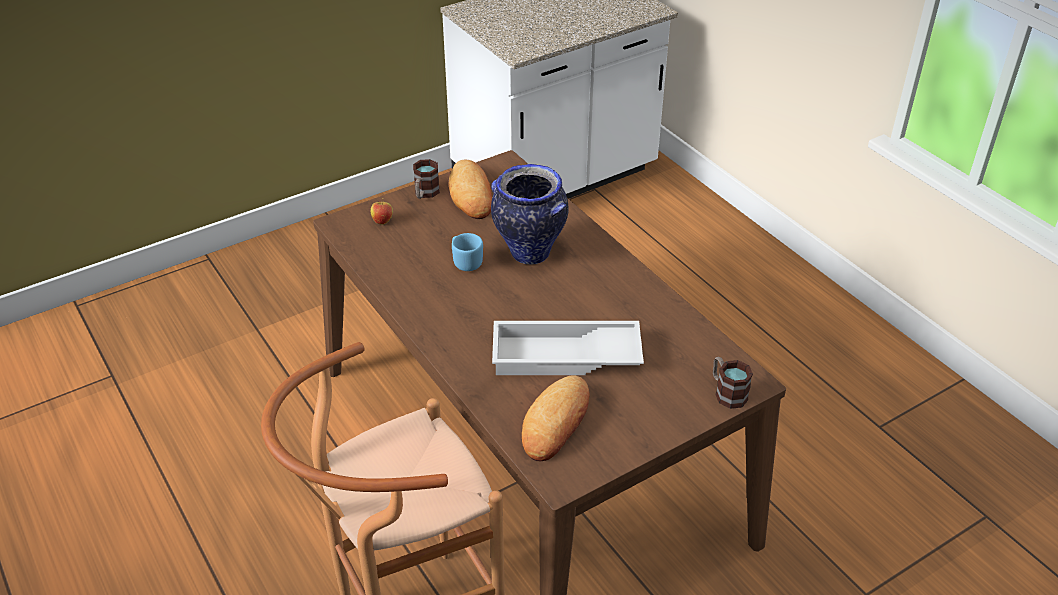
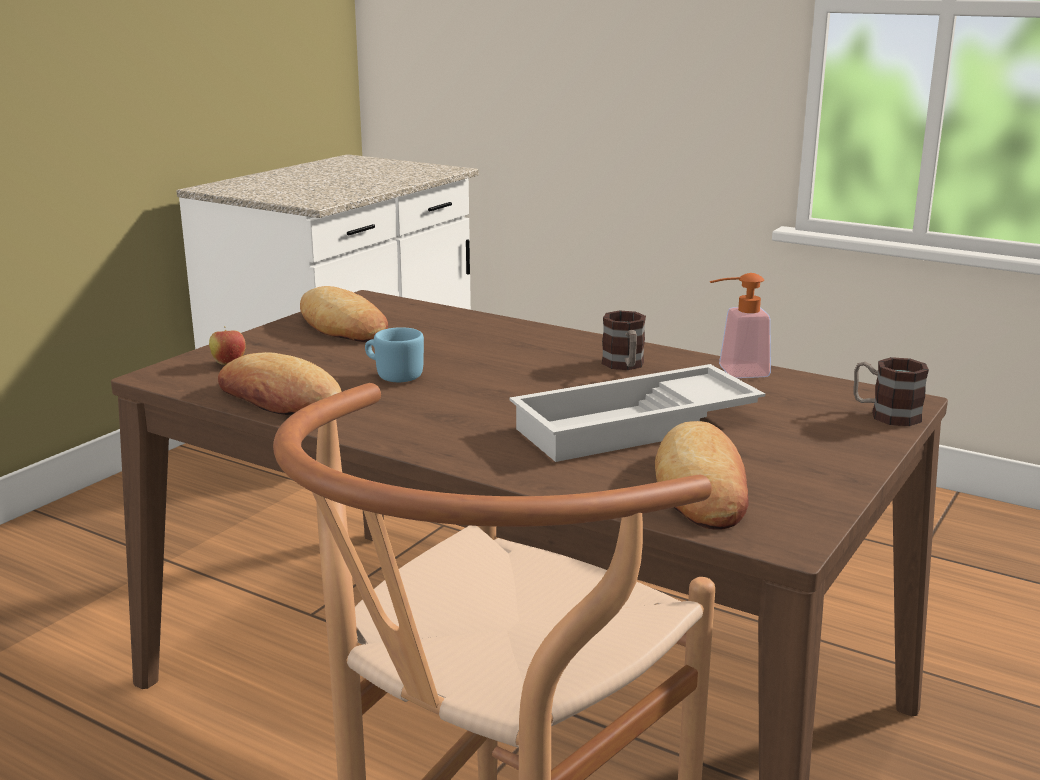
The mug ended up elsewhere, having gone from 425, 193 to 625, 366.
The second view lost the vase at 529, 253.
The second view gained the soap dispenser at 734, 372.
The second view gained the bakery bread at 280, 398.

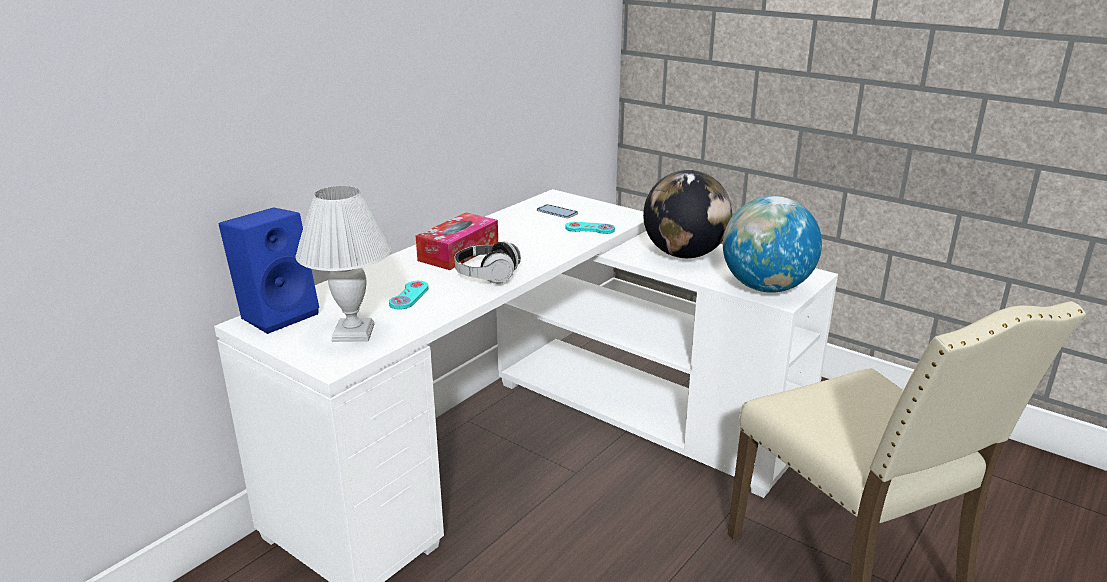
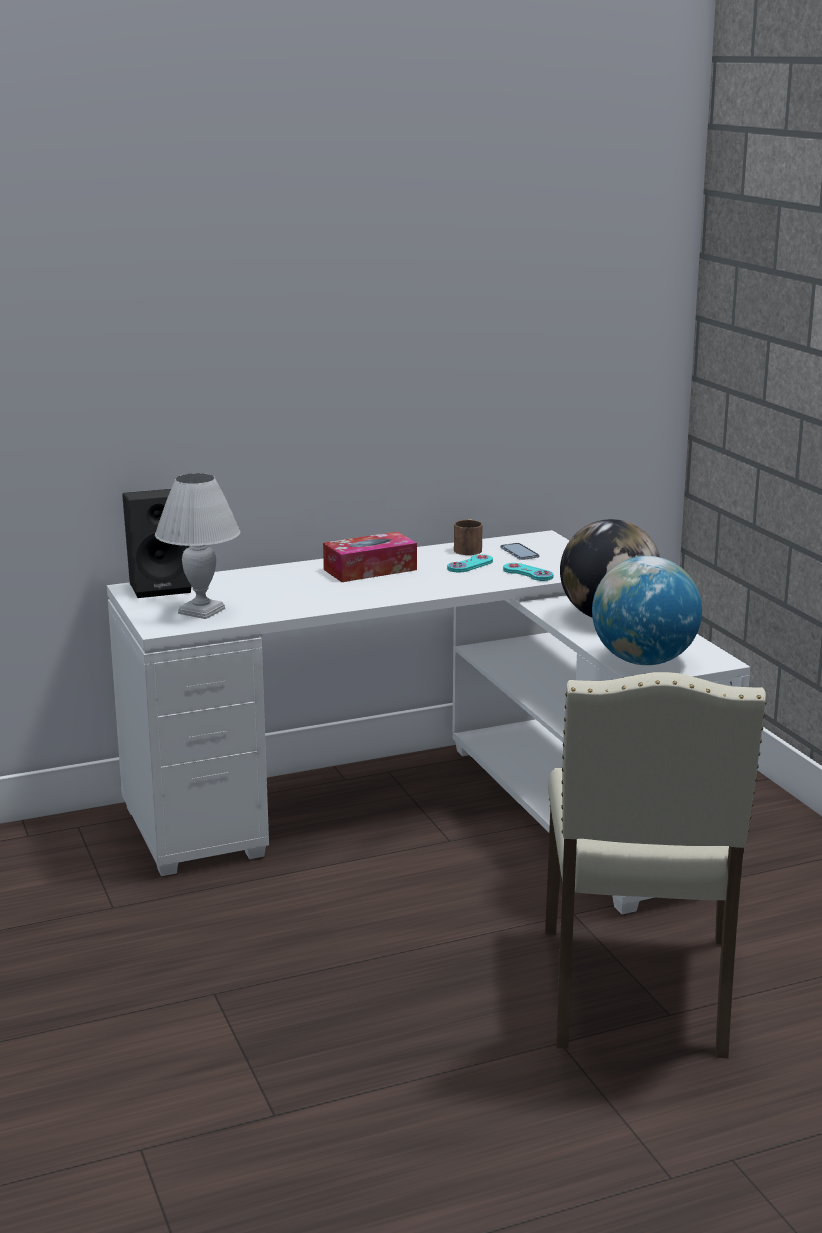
What was the loudspeaker in blue-coloured at 278, 314 turned into the loudspeaker in black at 161, 587.
The second view lost the headset at 487, 276.
The gamepad in blue-green ended up elsewhere, having gone from 409, 296 to 470, 565.
The second view gained the mug in brownish at 468, 548.

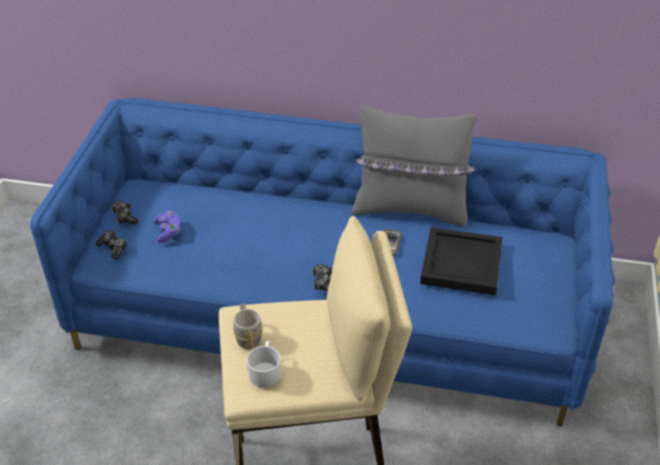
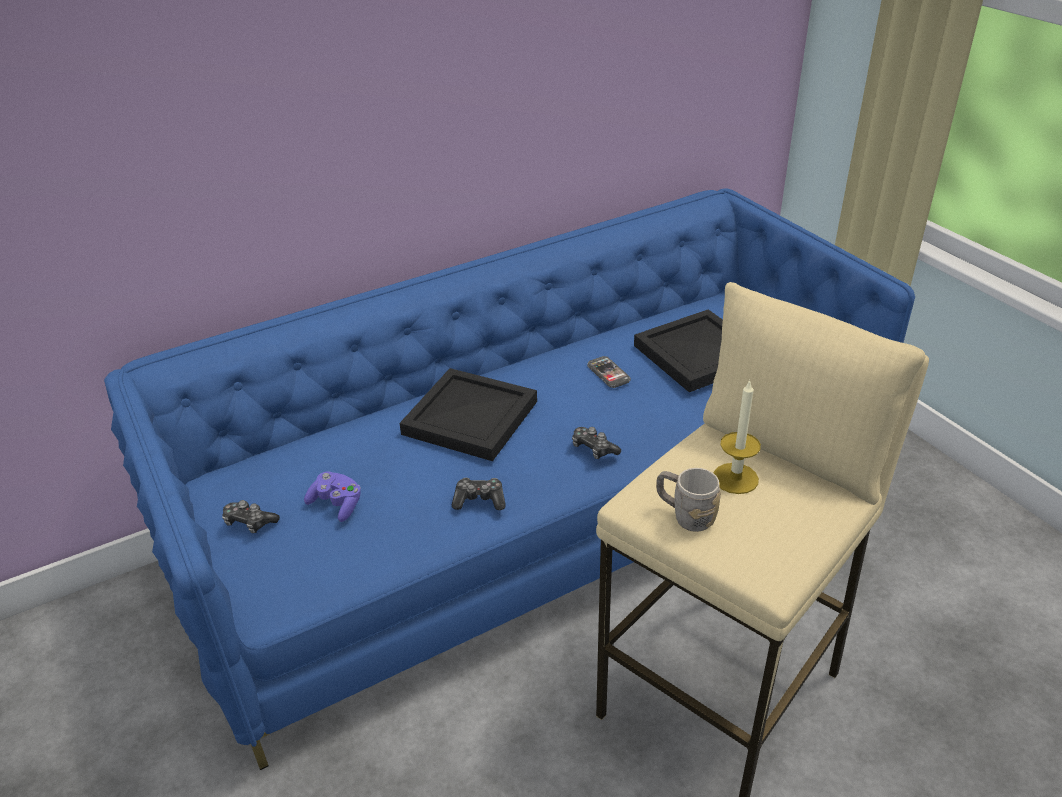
The second view lost the pillow in greyish at 410, 209.
The gamepad ended up elsewhere, having gone from 113, 248 to 479, 500.
The second view lost the mug in whitish at 265, 371.
The second view gained the tray in black at 471, 419.
The second view gained the wax candle at 735, 478.

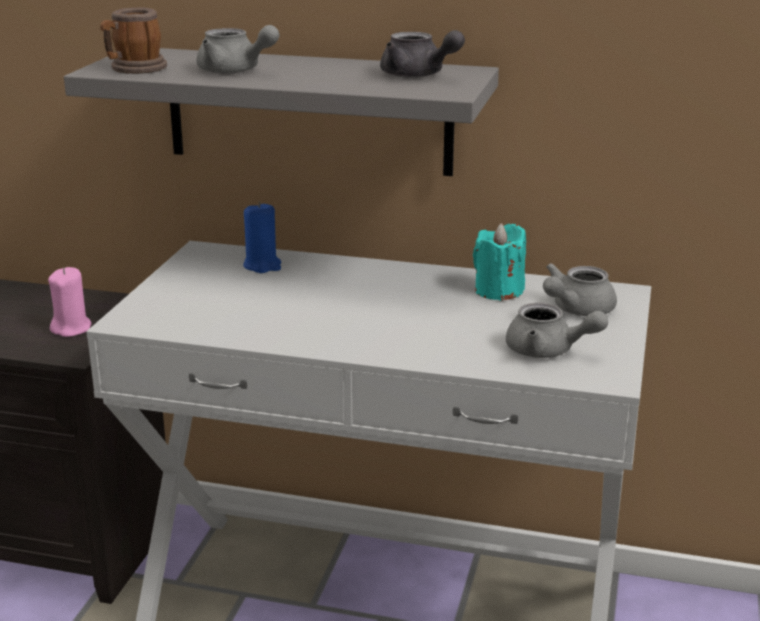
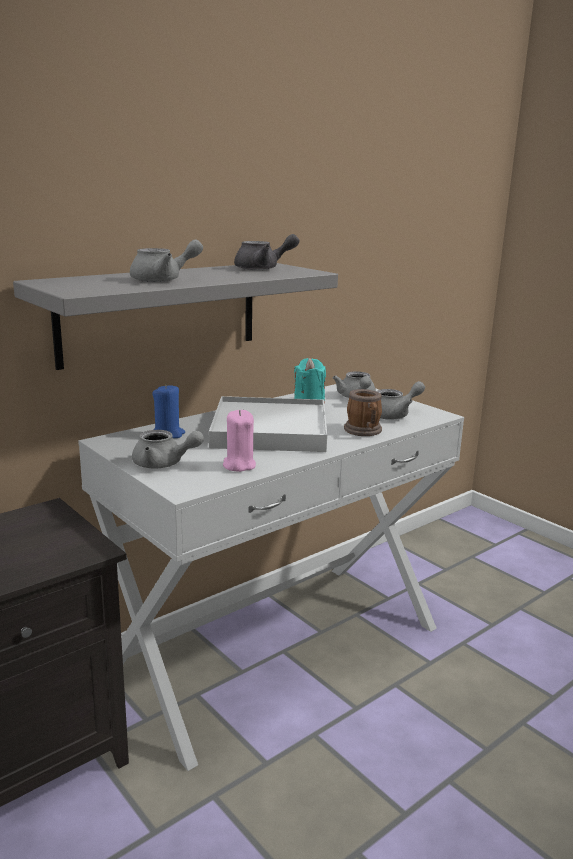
The mug ended up elsewhere, having gone from 134, 69 to 364, 431.
The wax candle in pink ended up elsewhere, having gone from 72, 329 to 239, 465.
The second view gained the tray in whitish at 270, 430.
The second view gained the teapot in greyish at 164, 464.

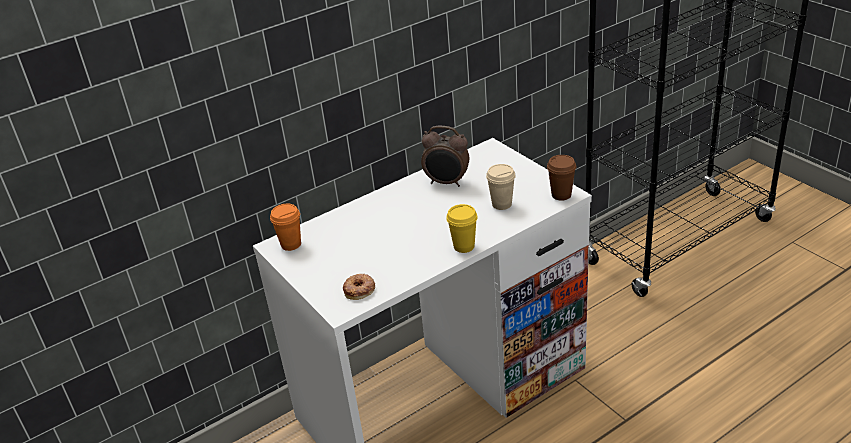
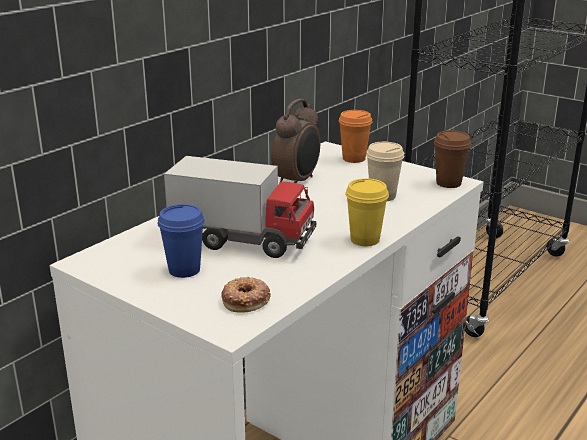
The bedside clock at 447, 183 ended up facing another way, 60 degrees counterclockwise from before.
The cup in orange ended up elsewhere, having gone from 291, 244 to 354, 159.
The second view gained the model truck at 243, 241.
The second view gained the cup in blue-coloured at 184, 270.

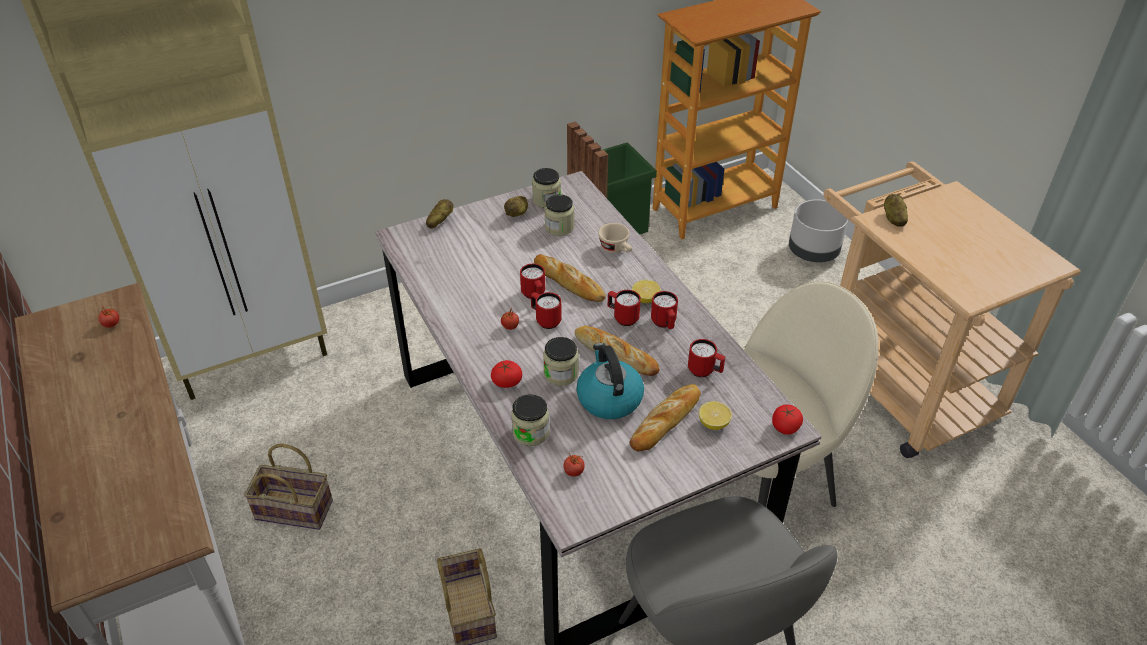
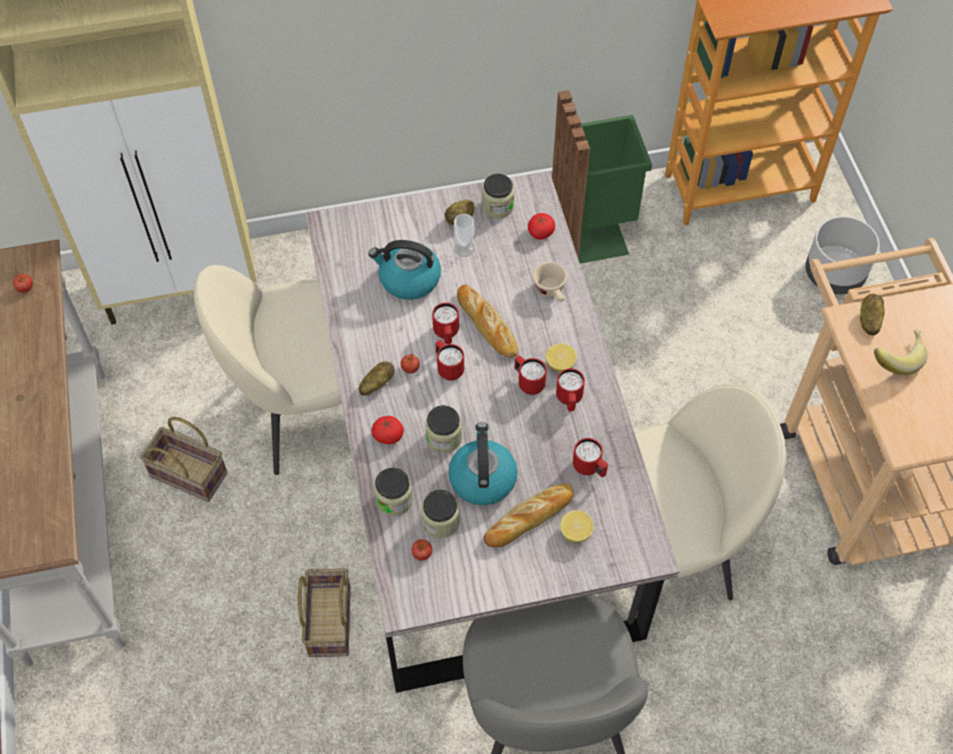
The storage jar ended up elsewhere, having gone from 559, 227 to 441, 522.
The potato ended up elsewhere, having gone from 439, 221 to 376, 384.
The second view lost the bakery bread at 616, 354.
The tomato ended up elsewhere, having gone from 785, 427 to 540, 232.
The second view gained the cup at 464, 248.
The second view gained the water kettle at 408, 279.
The second view gained the upright chair in beige at 305, 410.
The second view gained the whole banana at 895, 358.

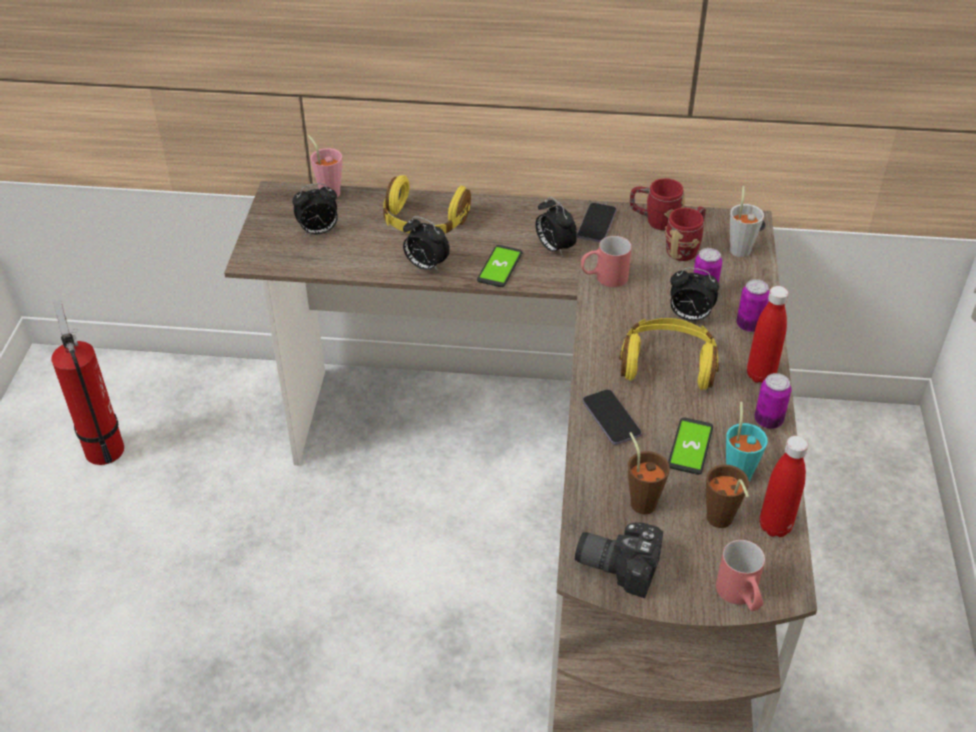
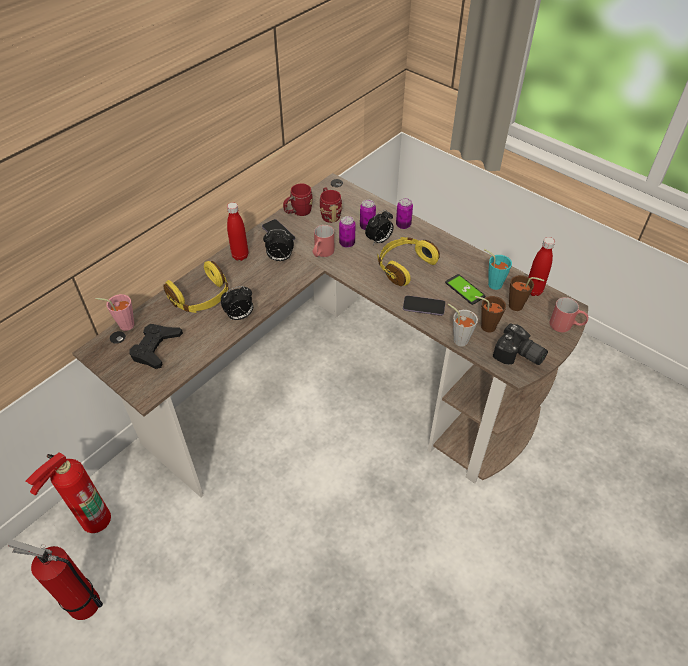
Where the bedside clock stood at 318, 232, the gamepad in black came to stand at 156, 348.
The cup in greyish ended up elsewhere, having gone from 740, 247 to 458, 338.
The second view lost the phone at 500, 267.
The drink bottle in reddish ended up elsewhere, having gone from 760, 375 to 240, 256.
The metal can ended up elsewhere, having gone from 768, 420 to 347, 243.
The photo camera at 618, 563 ended up facing another way, 105 degrees counterclockwise from before.
The second view gained the extinguisher at 92, 520.

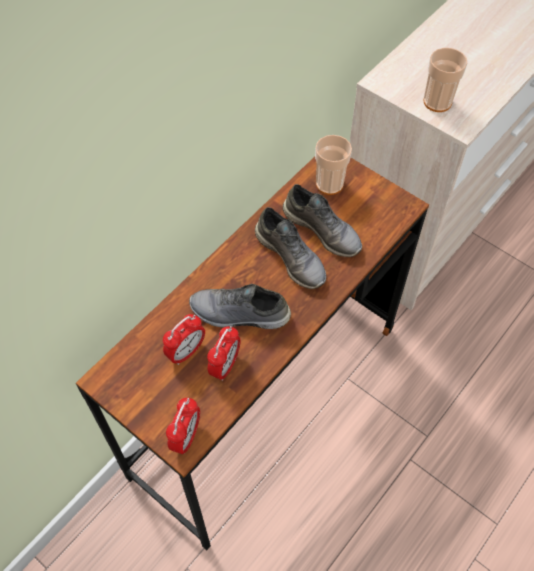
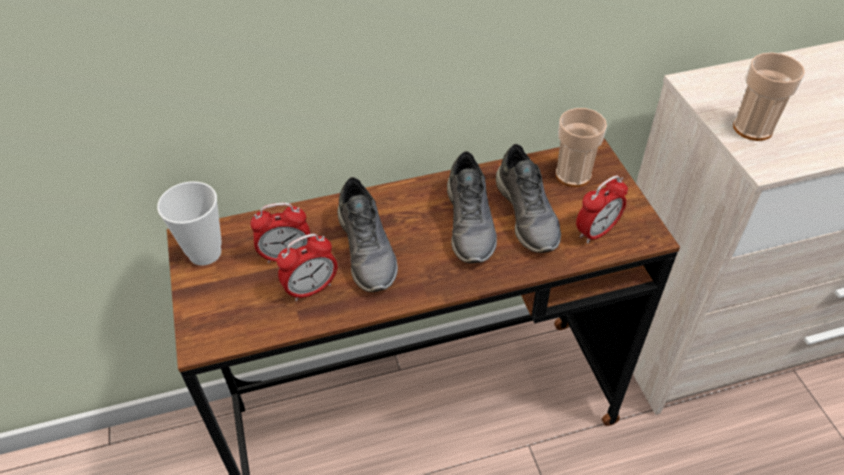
The low shoe in greyish at 239, 314 ended up facing another way, 150 degrees counterclockwise from before.
The bedside clock ended up elsewhere, having gone from 186, 437 to 596, 232.
The second view gained the cup at 205, 253.

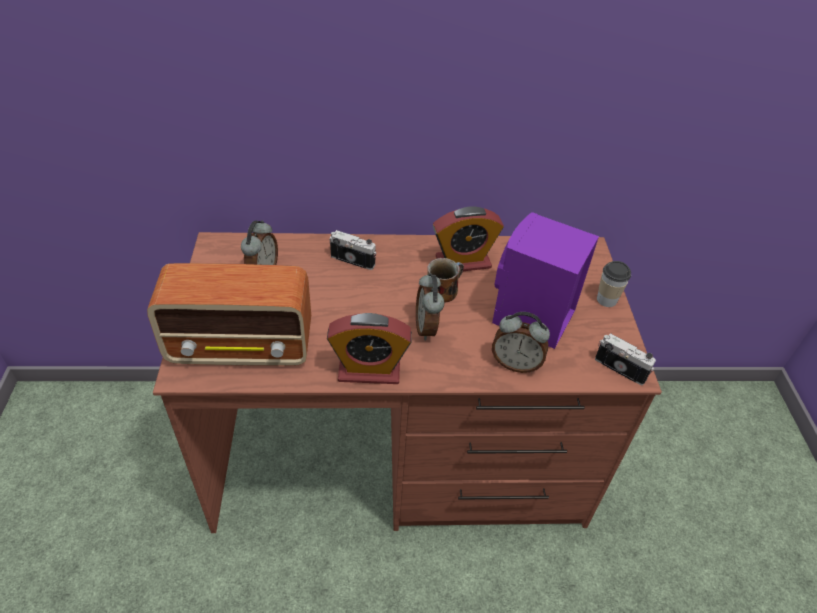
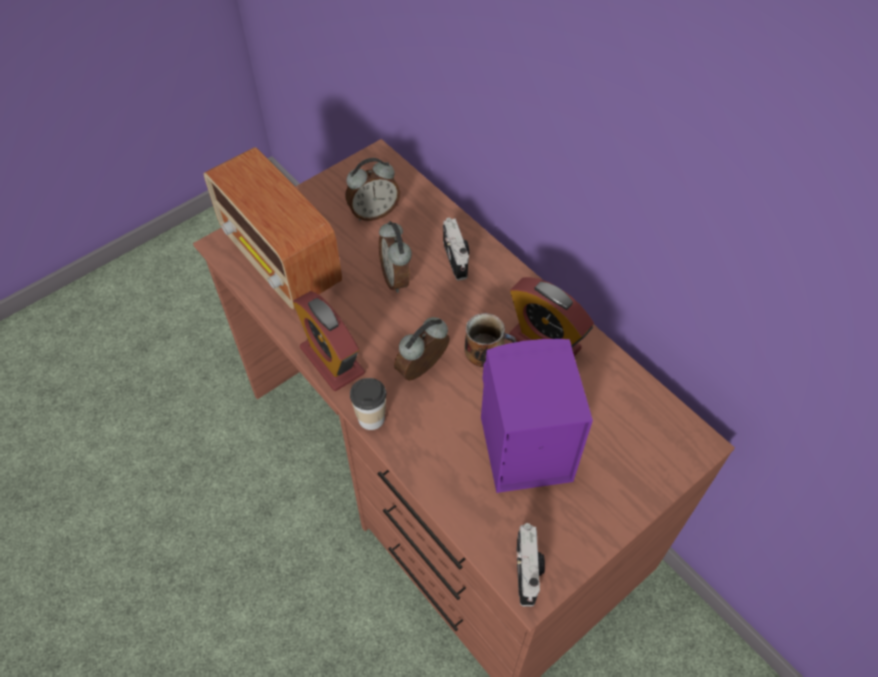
The cup ended up elsewhere, having gone from 606, 299 to 371, 418.
The bedside clock ended up elsewhere, having gone from 515, 363 to 397, 278.

